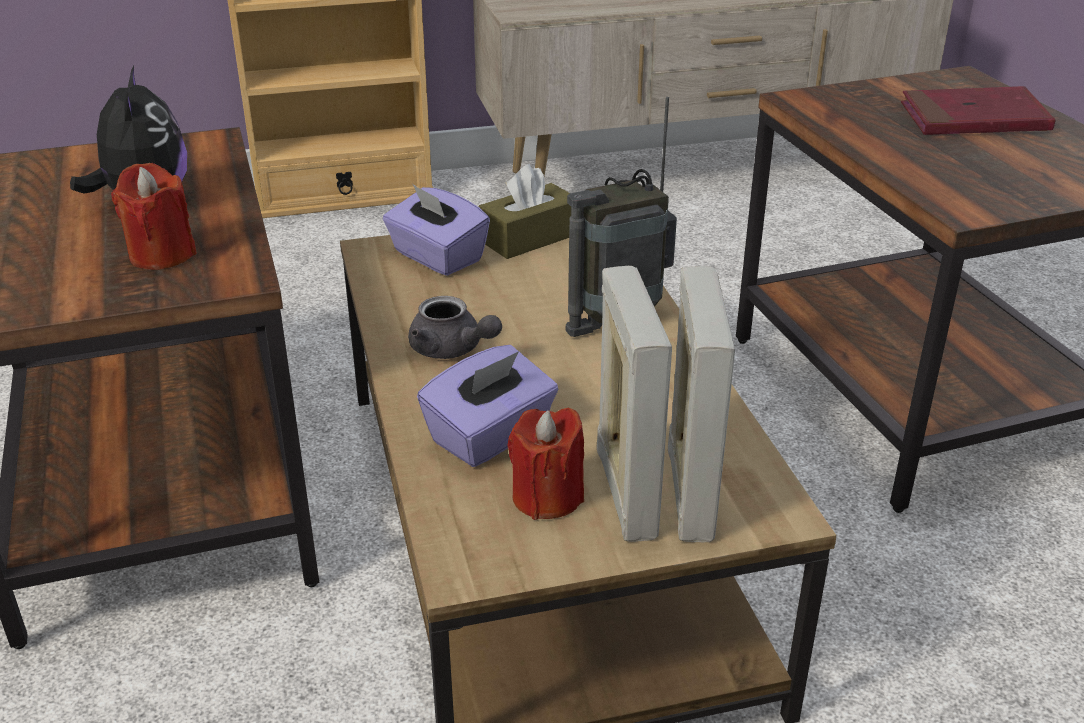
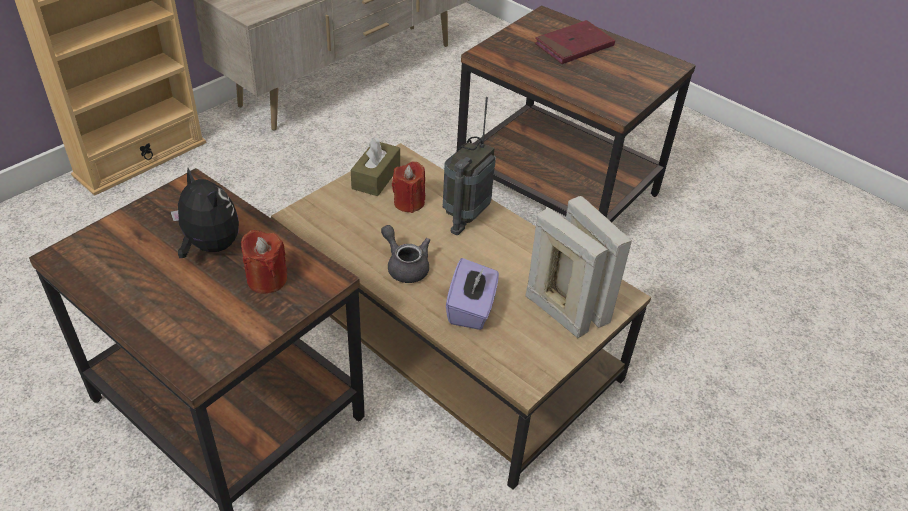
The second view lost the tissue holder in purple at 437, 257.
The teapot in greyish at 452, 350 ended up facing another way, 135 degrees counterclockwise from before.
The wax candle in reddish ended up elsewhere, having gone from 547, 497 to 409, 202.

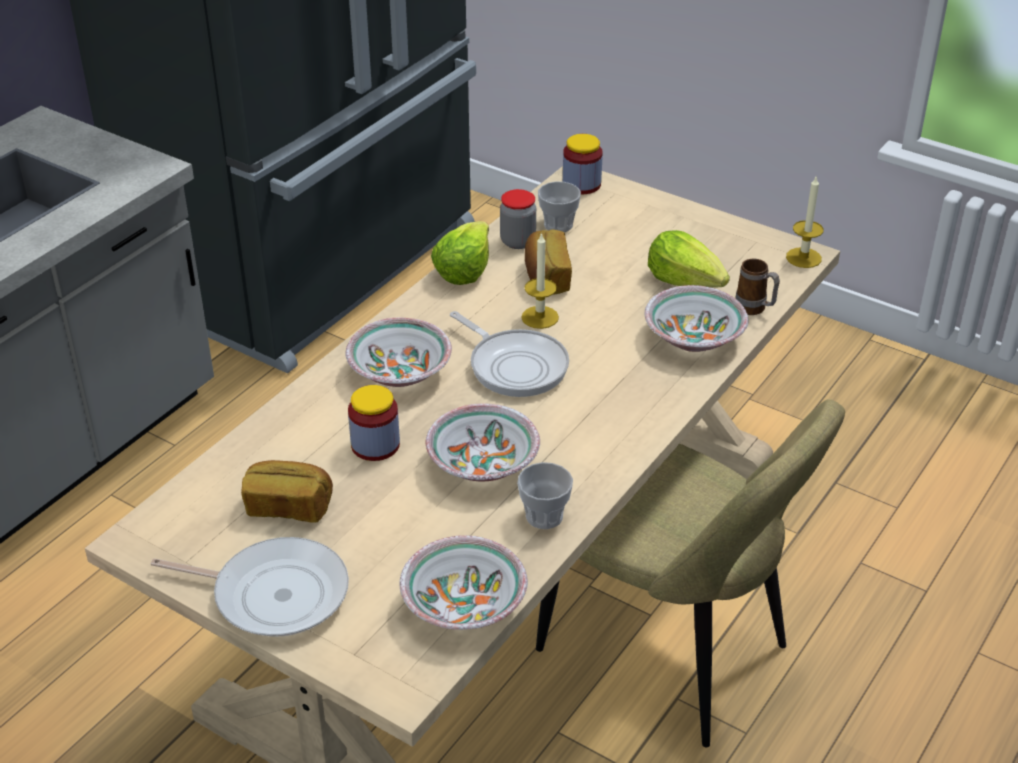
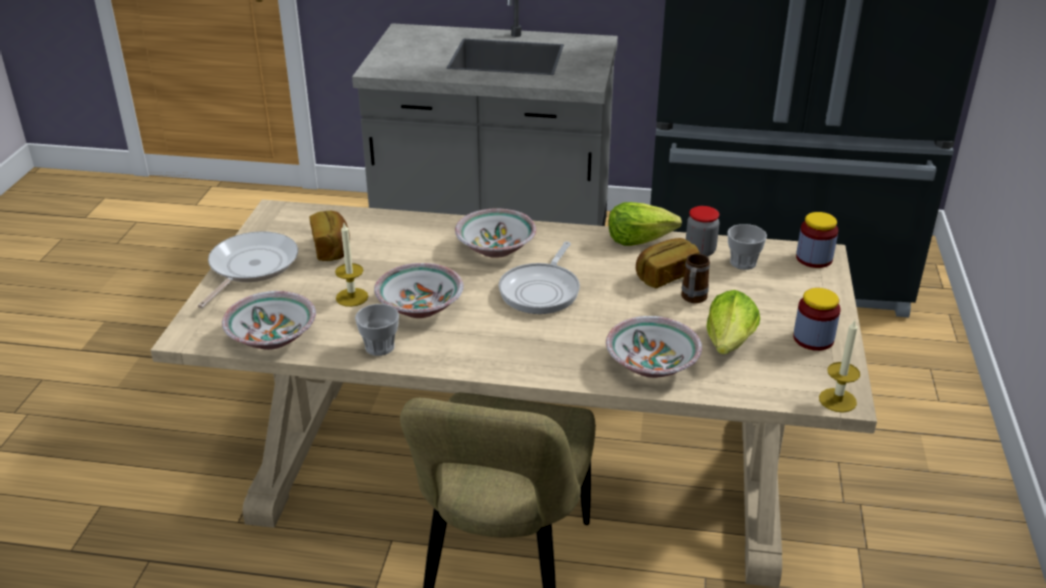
The wax candle ended up elsewhere, having gone from 540, 317 to 352, 297.
The mug ended up elsewhere, having gone from 755, 310 to 692, 299.
The storage jar ended up elsewhere, having gone from 375, 445 to 813, 339.
The frying pan at 274, 594 ended up facing another way, 150 degrees counterclockwise from before.

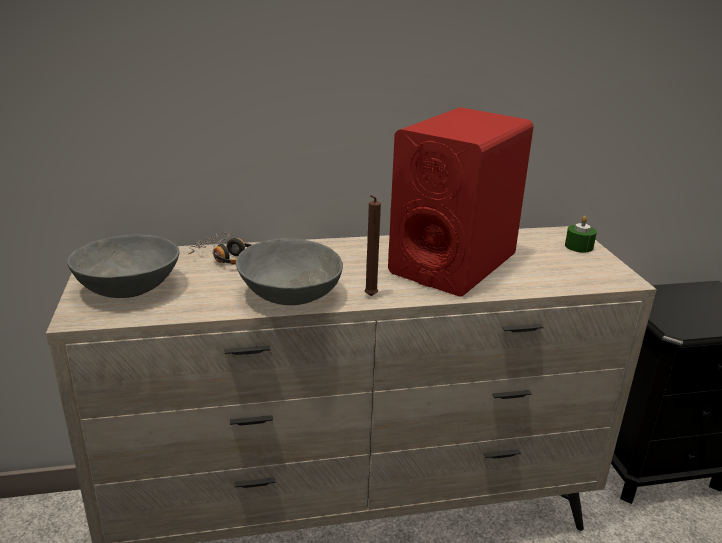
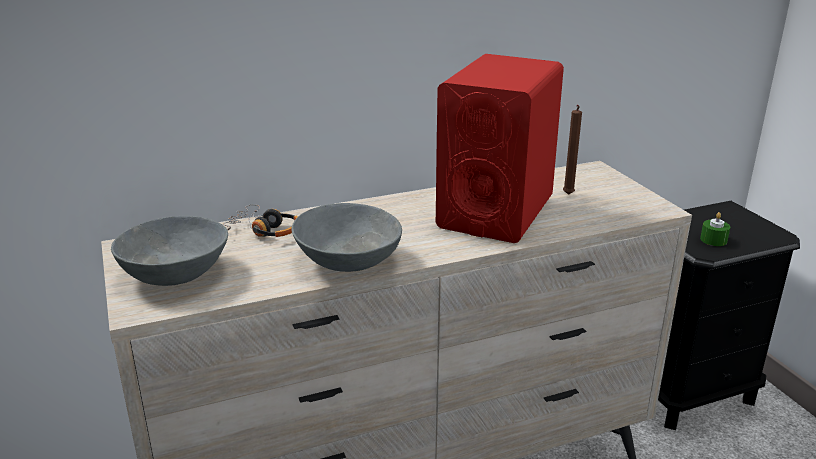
The wax candle in brownish ended up elsewhere, having gone from 369, 297 to 568, 195.
The wax candle in greenish ended up elsewhere, having gone from 579, 246 to 713, 240.

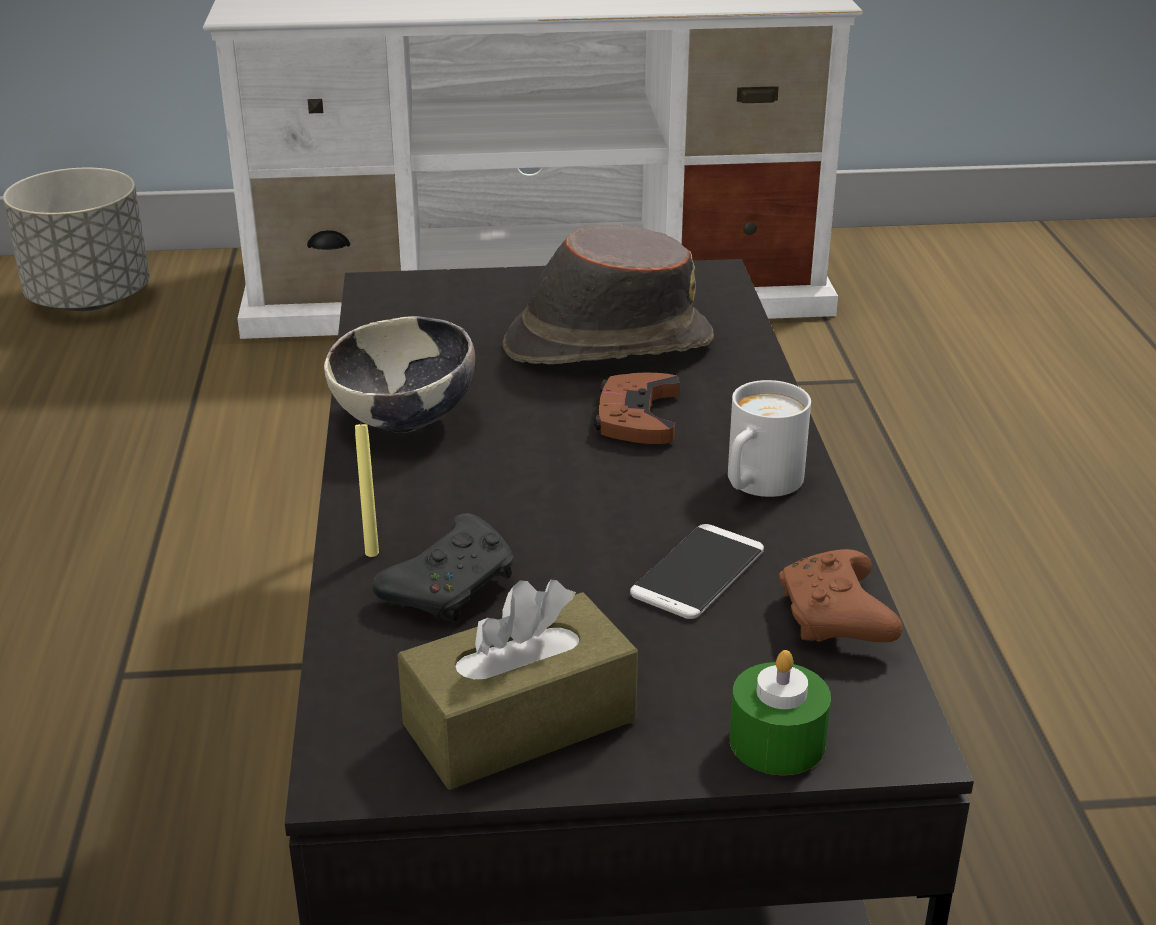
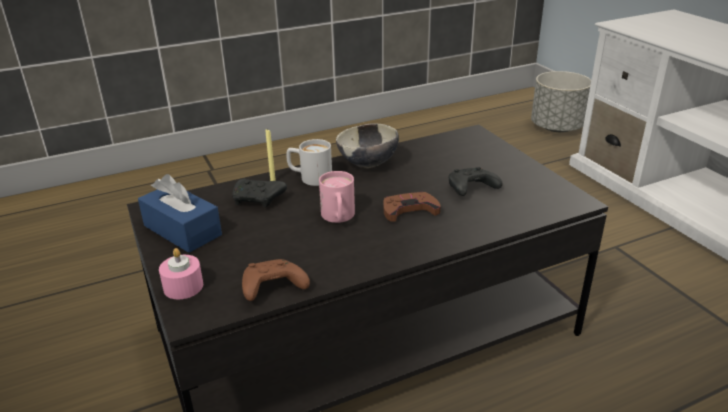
Where the hat in brownish stood at 605, 344, the gamepad in black came to stand at 470, 189.
The mug in whitish ended up elsewhere, having gone from 757, 485 to 310, 177.
The second view lost the phone at 698, 572.
What was the tissue holder in brownish at 519, 722 turned into the tissue holder in blue-coloured at 182, 230.
What was the wax candle in greenish at 777, 742 turned into the wax candle in pink at 183, 286.
The second view gained the mug in pink at 338, 218.

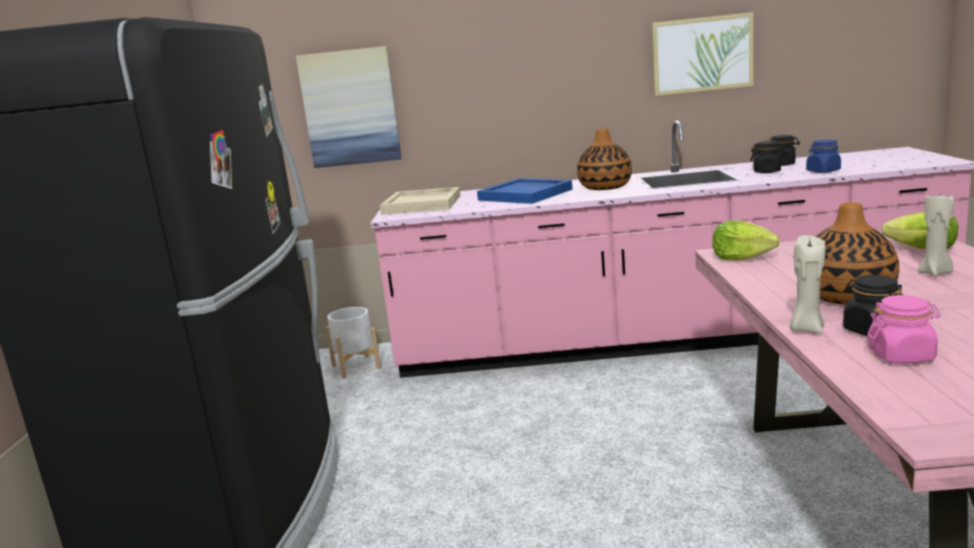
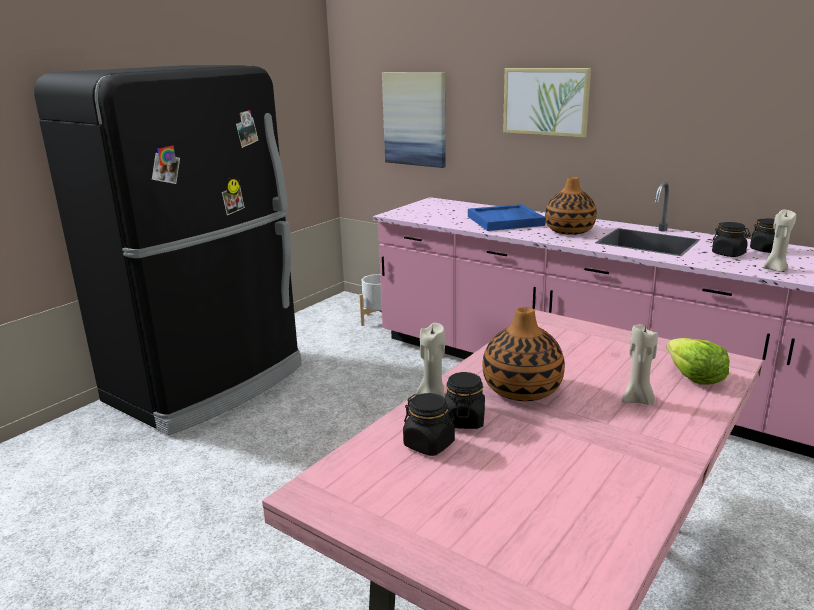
The picture ended up elsewhere, having gone from 701, 54 to 546, 101.
Where the storage jar in blue-coloured stood at 823, 171, the wax candle in beige came to stand at 775, 269.
The second view lost the tray in beige at 423, 204.
The second view lost the head of lettuce at 741, 257.
What was the storage jar in pink at 901, 356 turned into the storage jar in black at 429, 444.

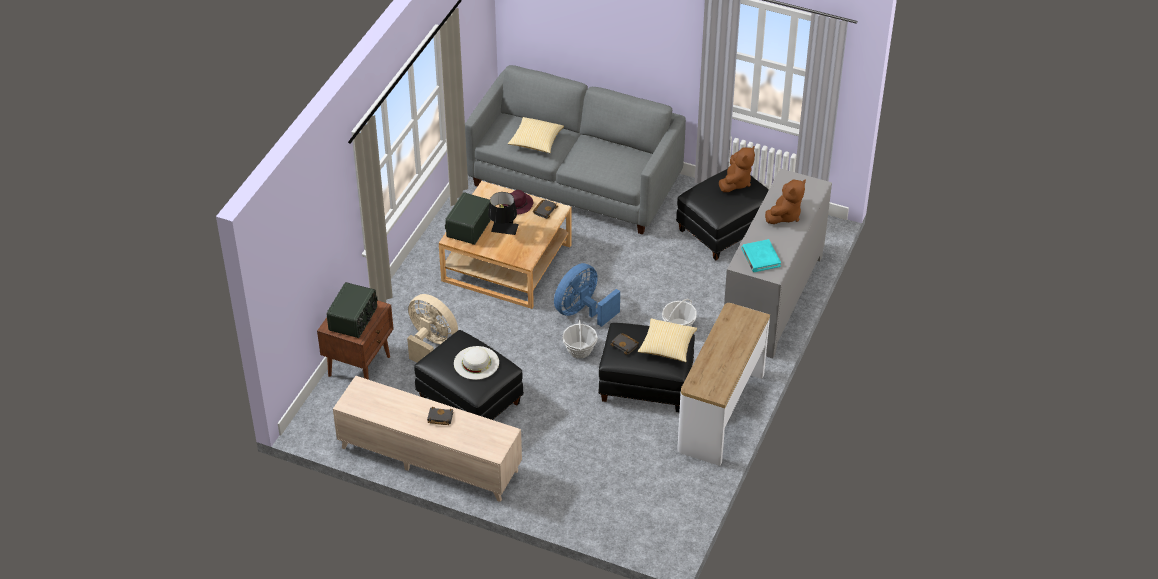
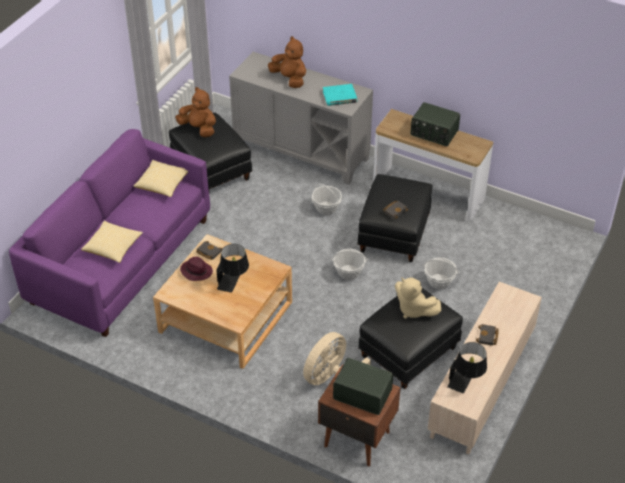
What was the sofa in greyish at 575, 181 turned into the sofa in purple at 121, 261.
The radio set ended up elsewhere, having gone from 468, 227 to 434, 133.
The second view lost the electric fan in blue-coloured at 582, 311.
The pillow ended up elsewhere, having gone from 667, 347 to 162, 184.
Where the hat in whitish stood at 476, 363, the soft toy in beige came to stand at 413, 309.
The second view gained the basket at 439, 281.
The second view gained the tabletop lamp in black at 466, 382.

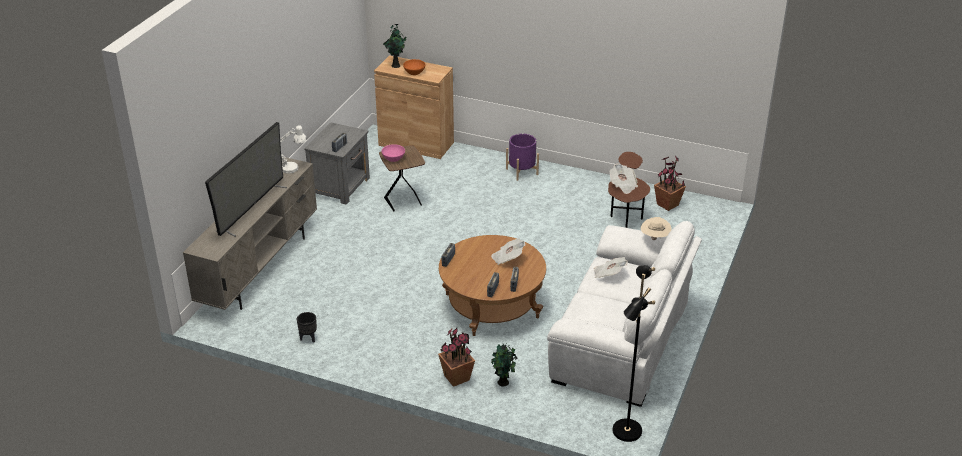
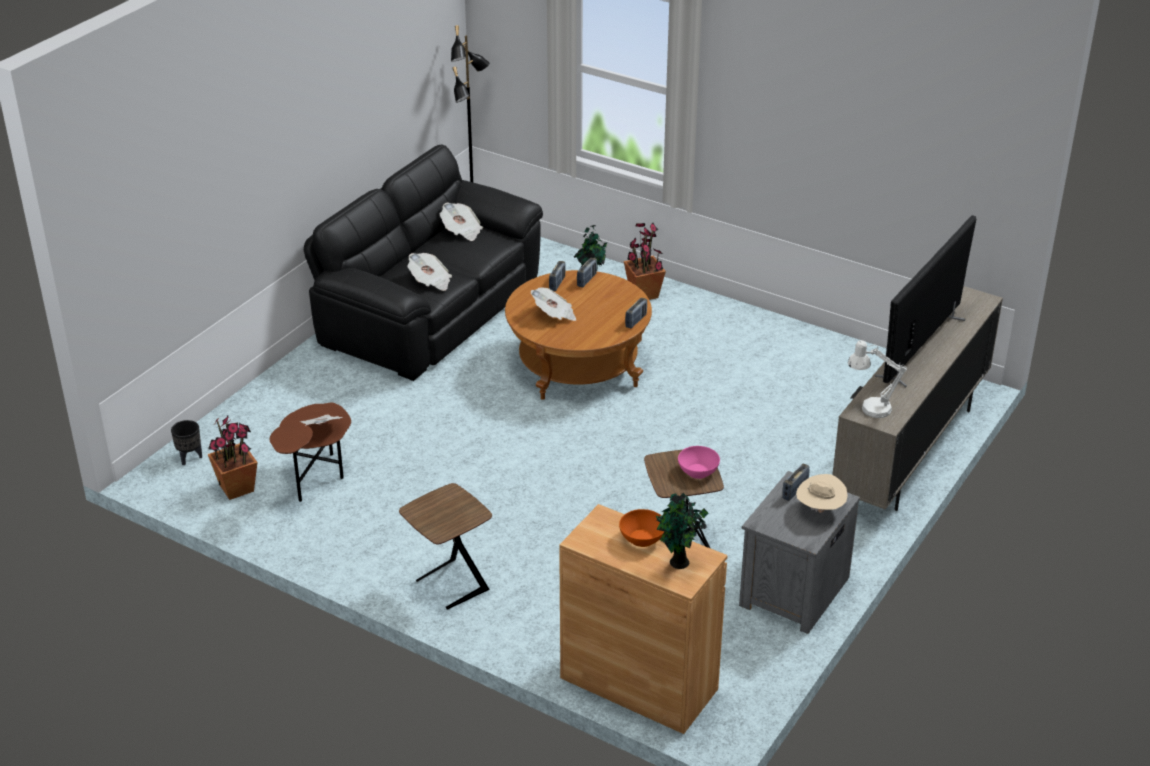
Where the planter in purple stood at 522, 171, the side table in brownish came to stand at 450, 586.
The hat in beige ended up elsewhere, having gone from 654, 238 to 820, 510.
What was the sofa in whitish at 622, 340 turned into the sofa in black at 428, 312.
The planter in black ended up elsewhere, having gone from 308, 338 to 190, 458.
The second view gained the printed paper at 462, 231.

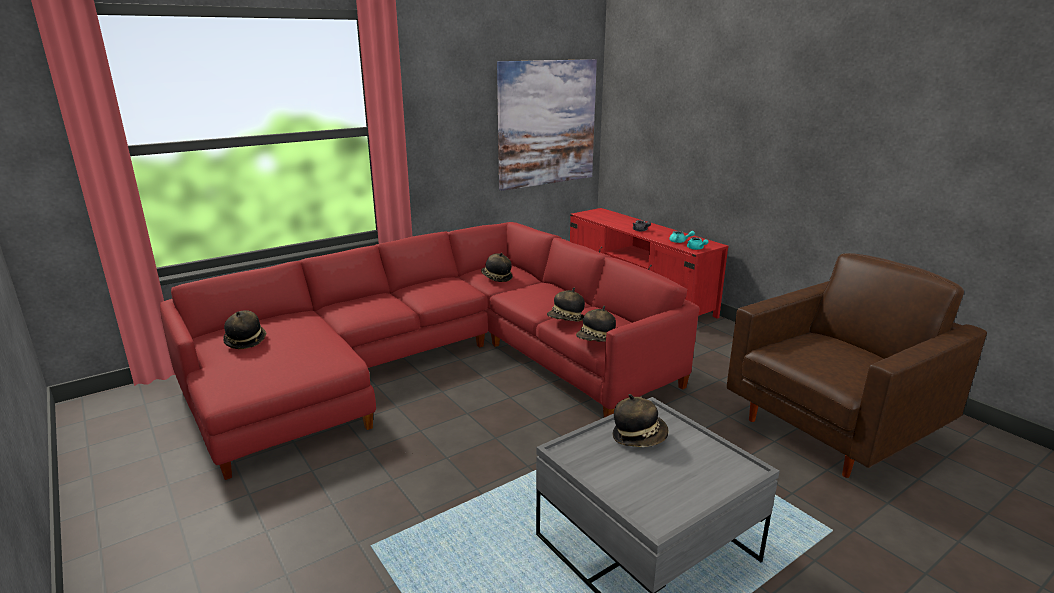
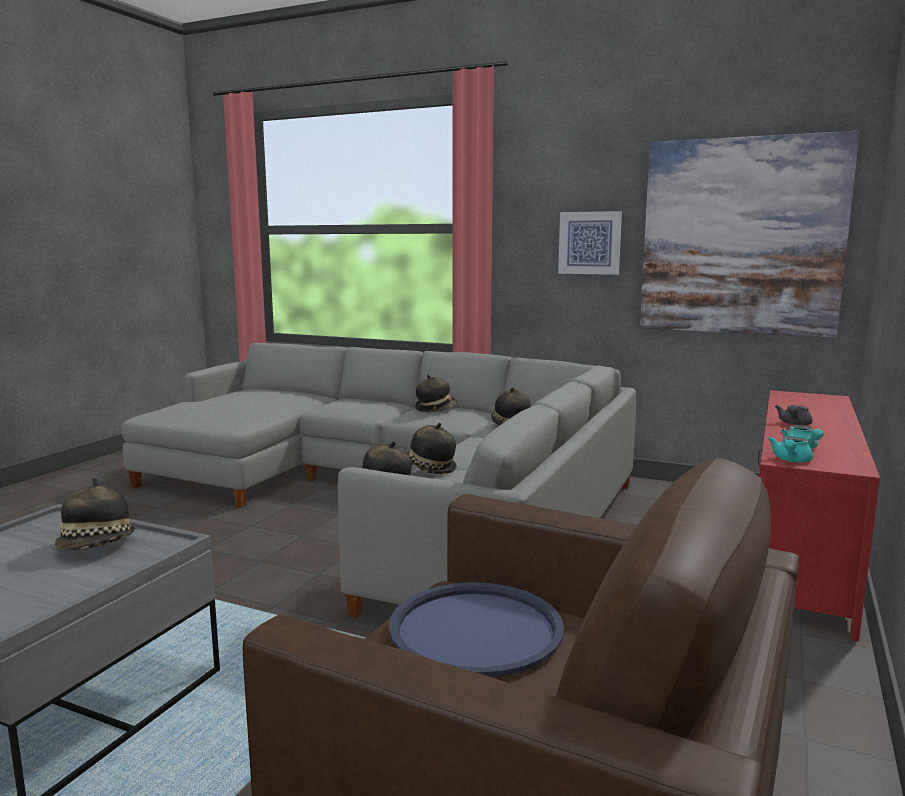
What was the sofa in reddish at 434, 364 turned into the sofa in greyish at 393, 496.
The hat ended up elsewhere, having gone from 245, 341 to 435, 409.
The second view gained the picture at 589, 243.
The second view gained the tray in blue-coloured at 476, 629.

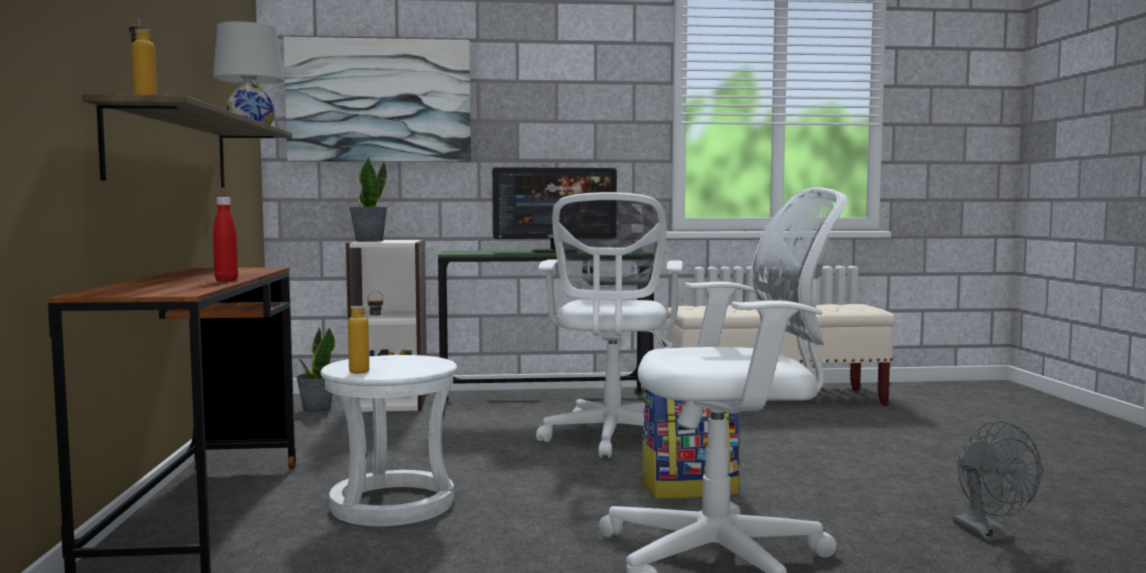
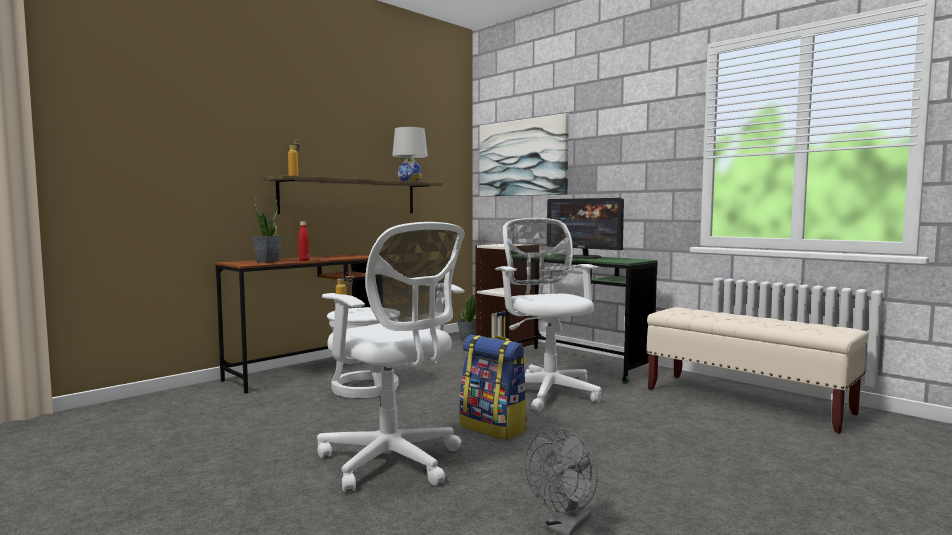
The potted plant ended up elsewhere, having gone from 369, 241 to 267, 261.
The computer chair in whitish at 611, 438 ended up facing another way, 105 degrees clockwise from before.

